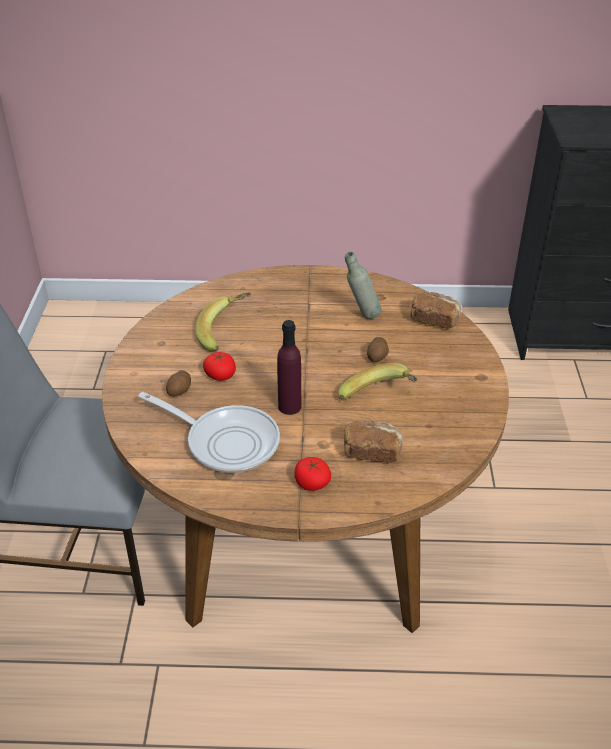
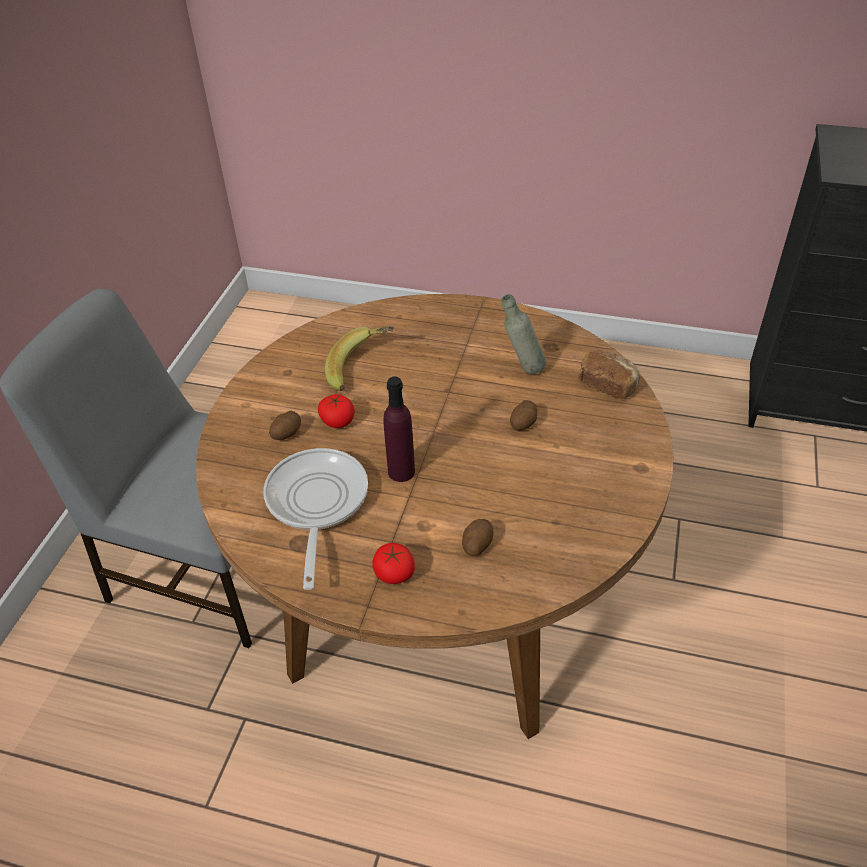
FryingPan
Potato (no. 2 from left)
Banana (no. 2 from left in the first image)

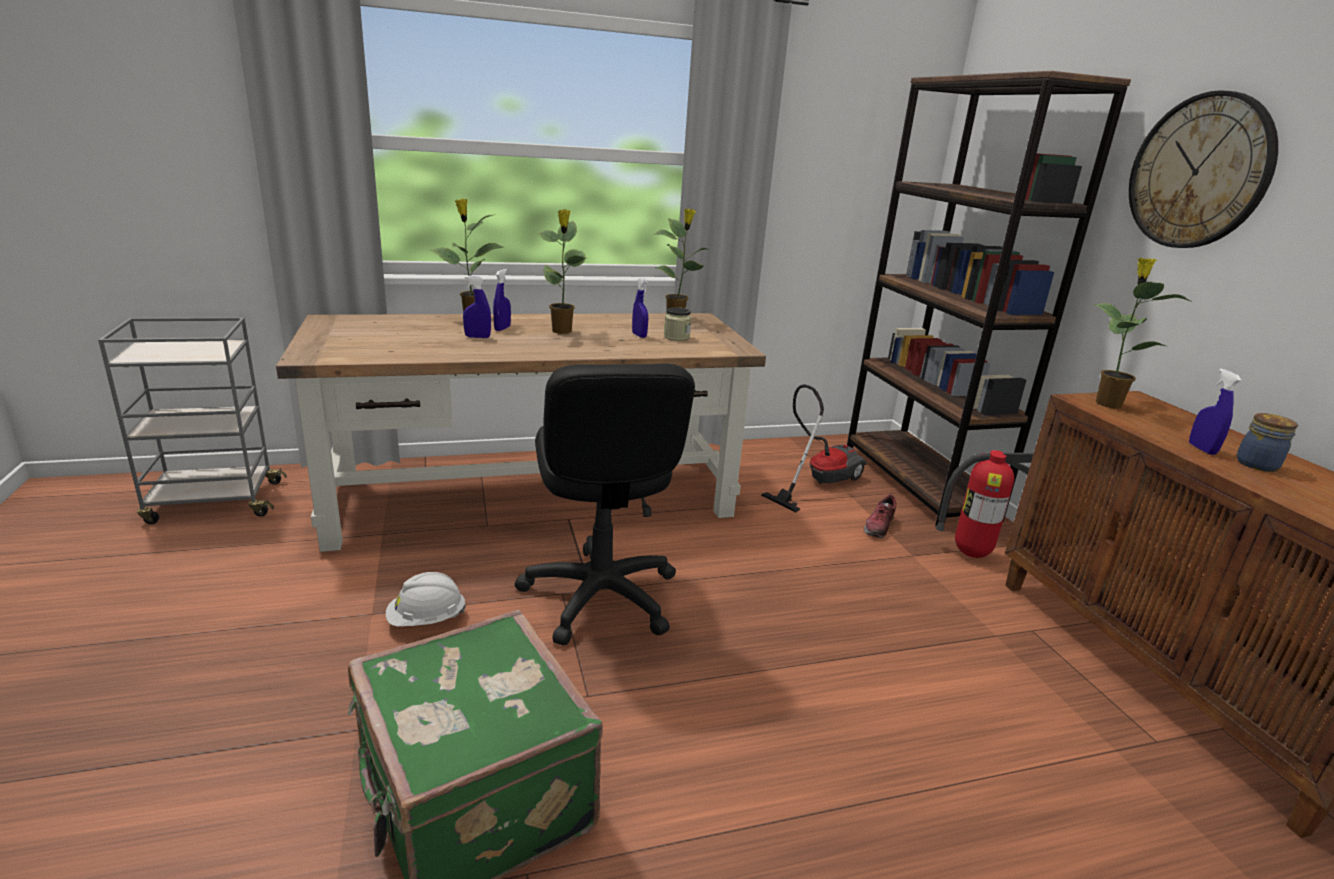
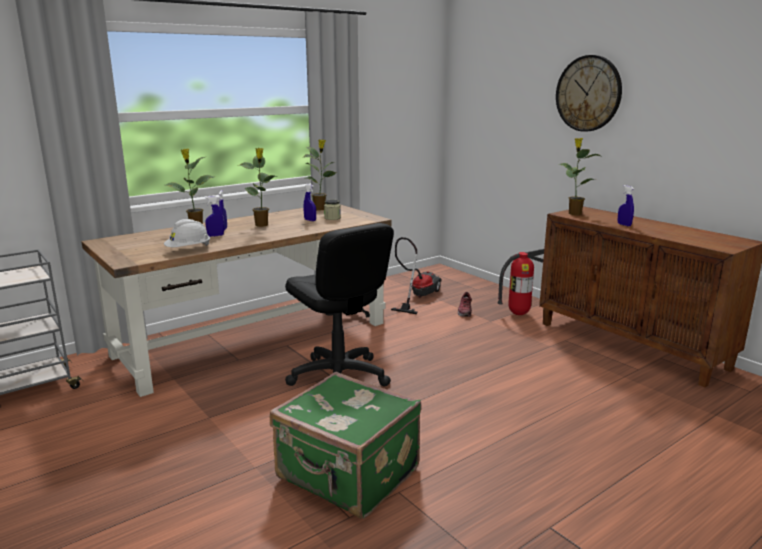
WhiteHardHat
BrownBookcase
Jar (no. 2 from left in the first image)

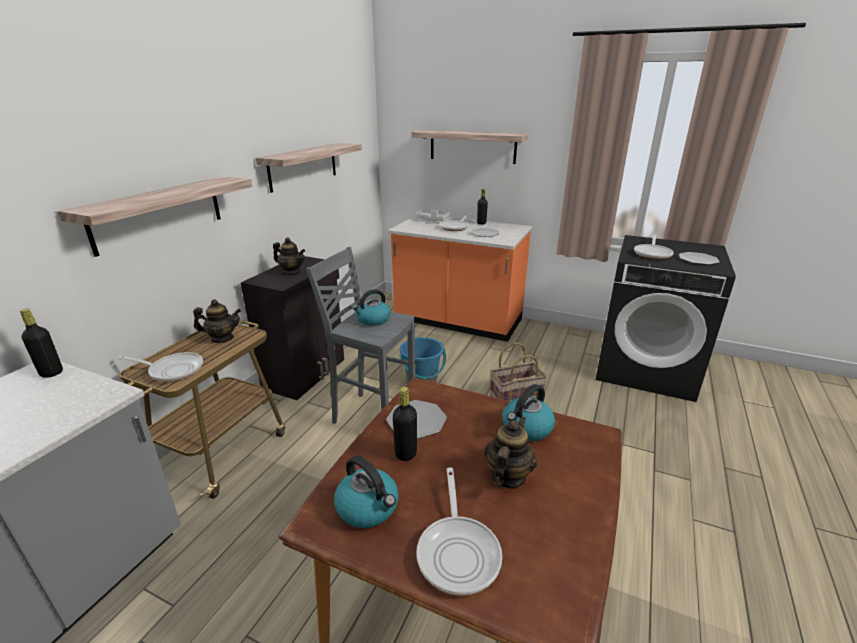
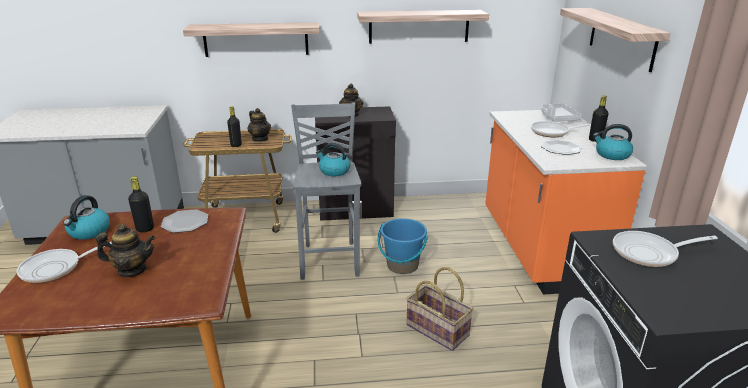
BlackBottle (no. 2 from left)
Kettle (no. 3 from left)
FryingPan (no. 1 from left in the first image)
Plate (no. 3 from left in the first image)

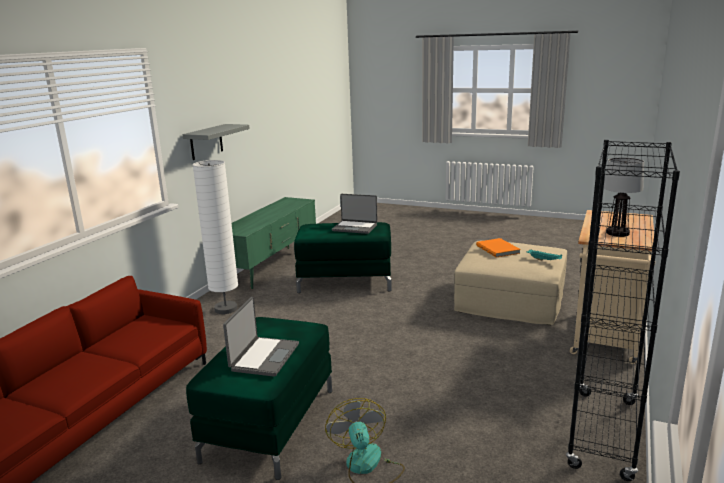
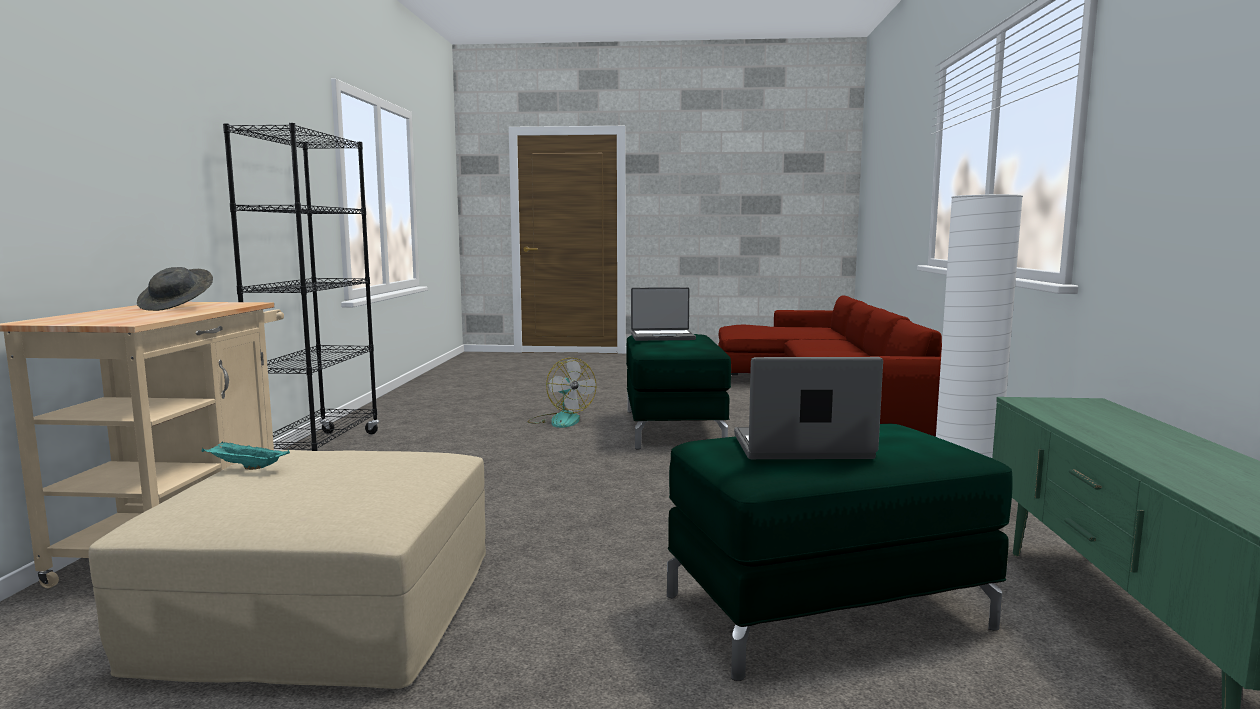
GreyHat
Laptop (no. 1 from left)
GreyShelf
OrangeBook

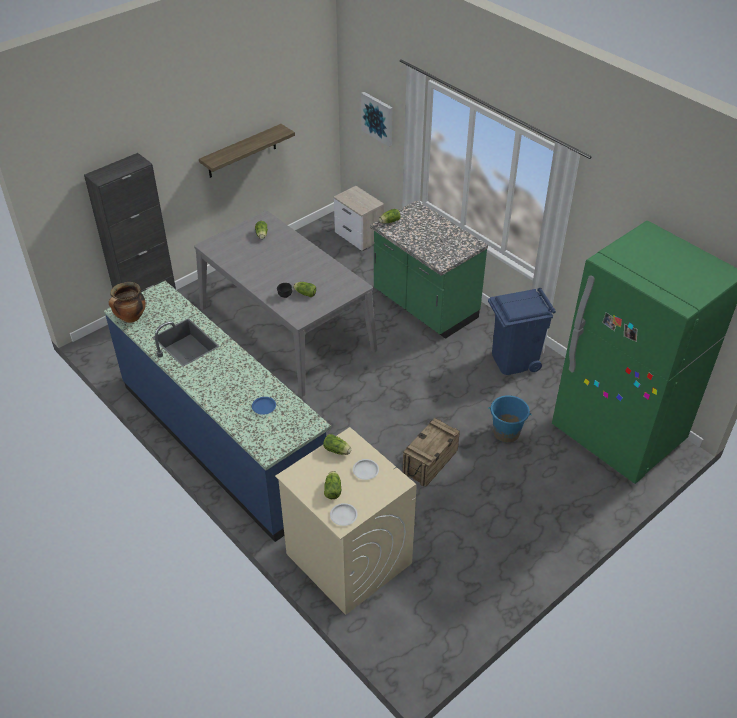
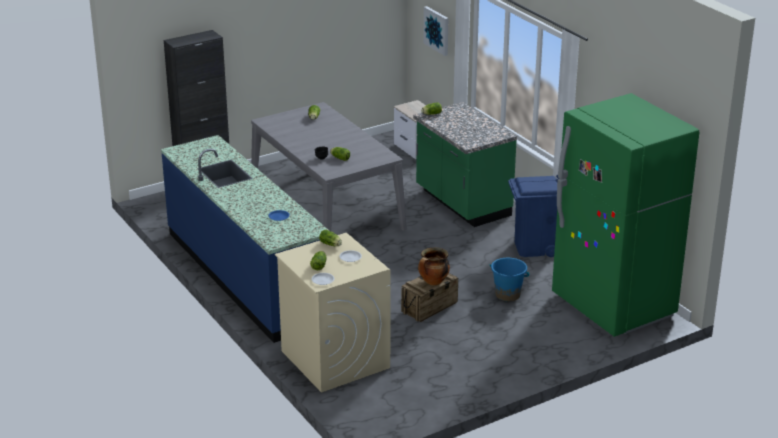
CookingPot
Shelf

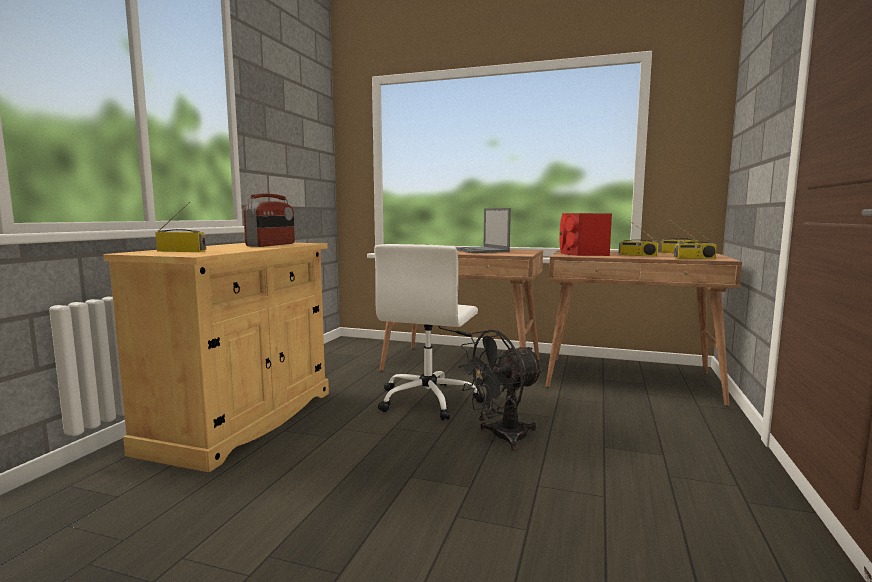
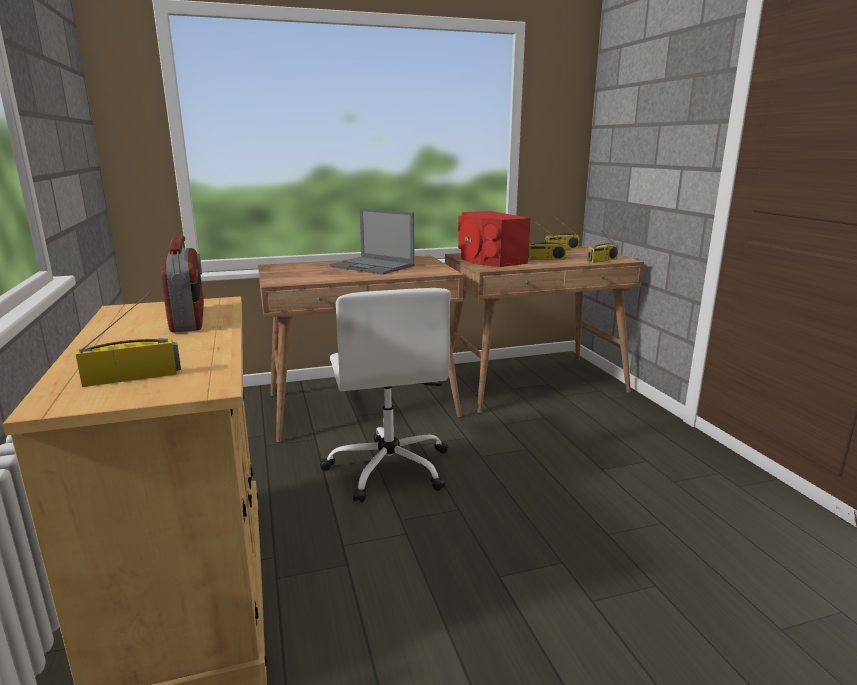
BlackFan

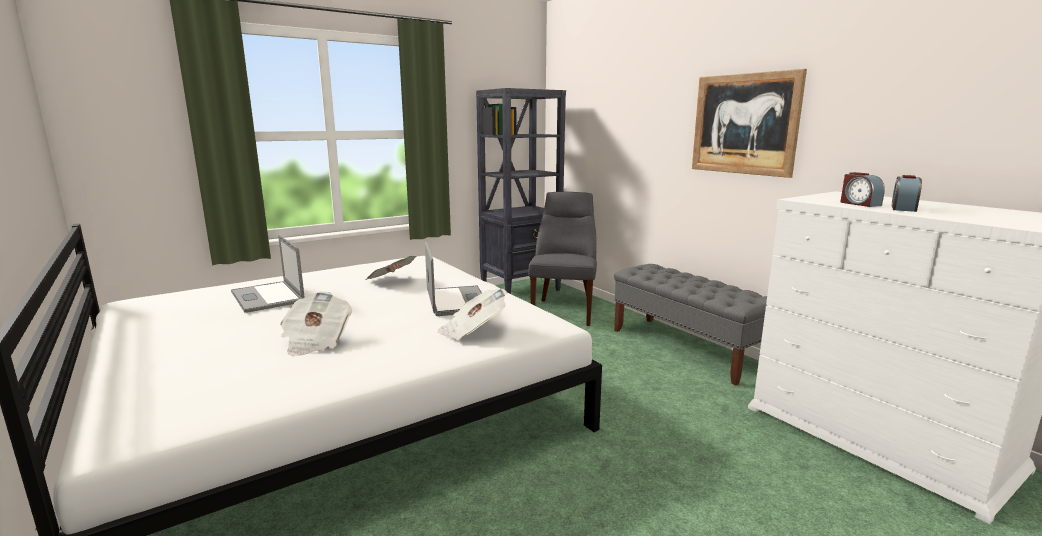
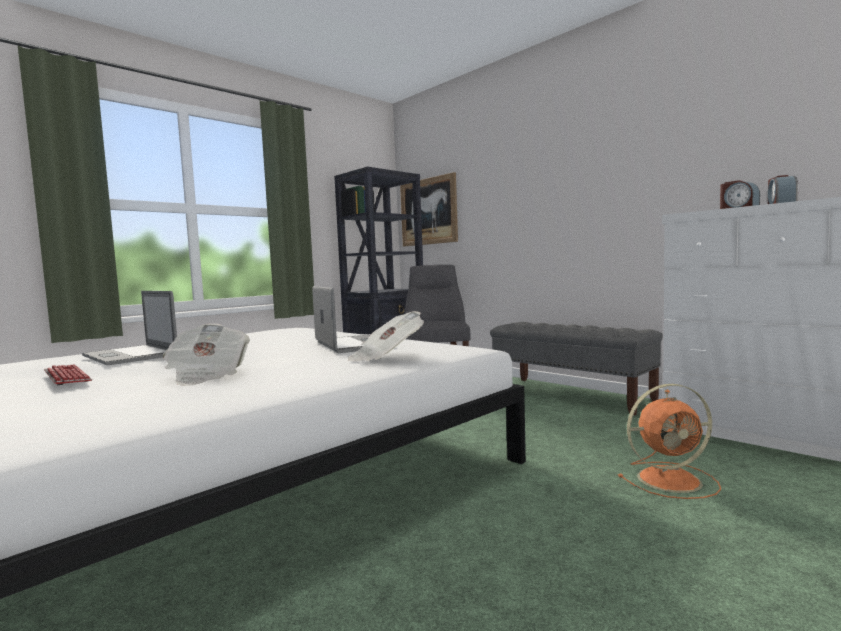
Keyboard
Picture
OrangeFan
Newspaper (no. 2 from left in the first image)

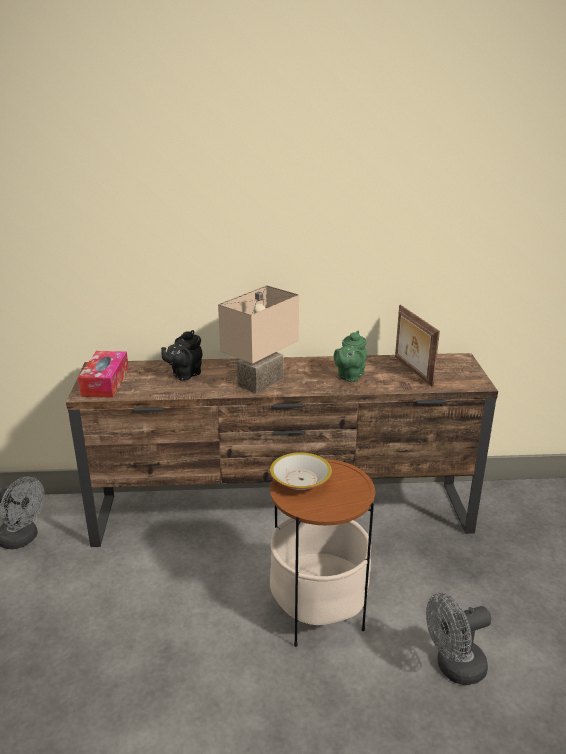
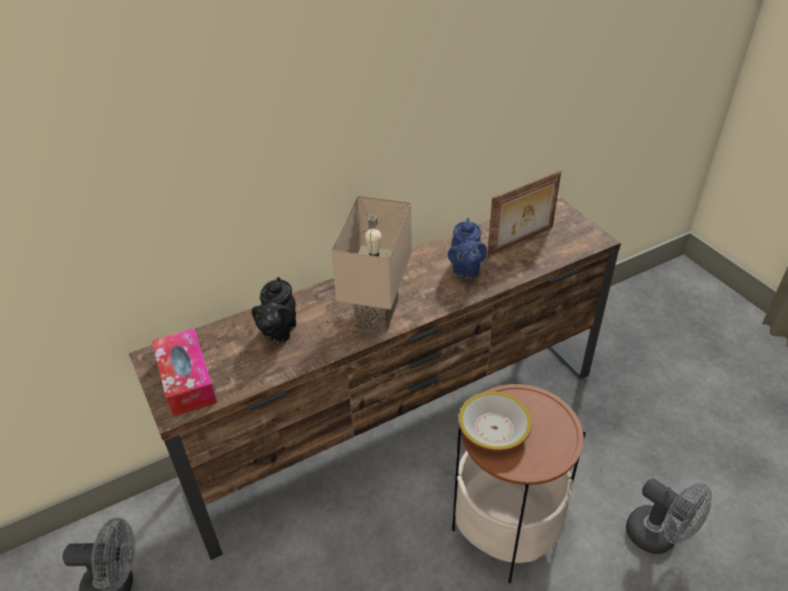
BlueTeapot
PictureFrame
GreyFan (no. 2 from left)

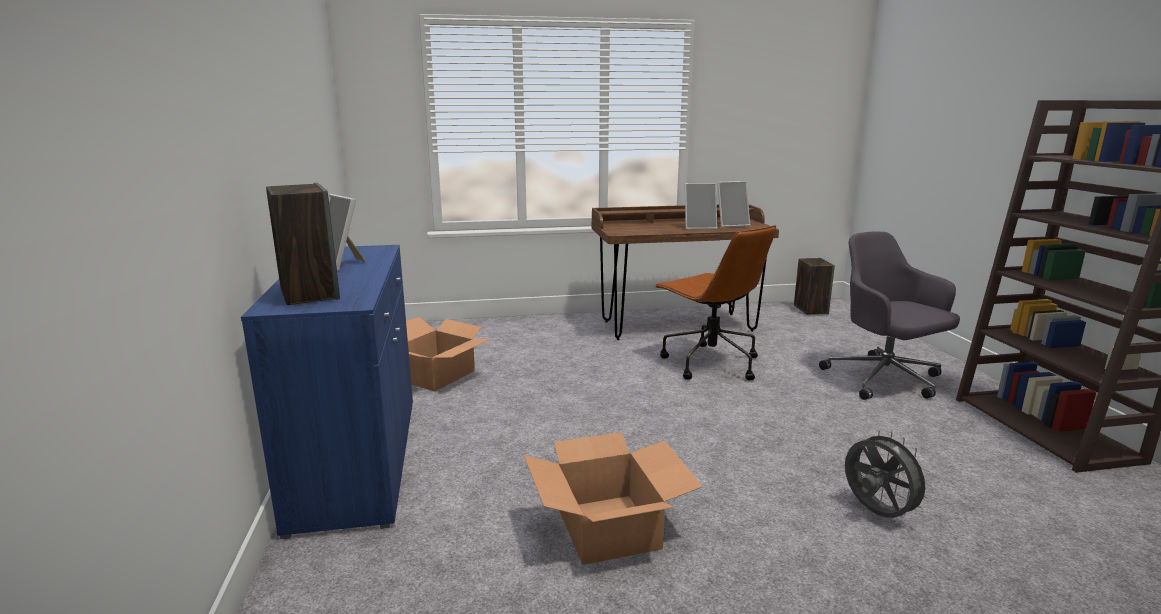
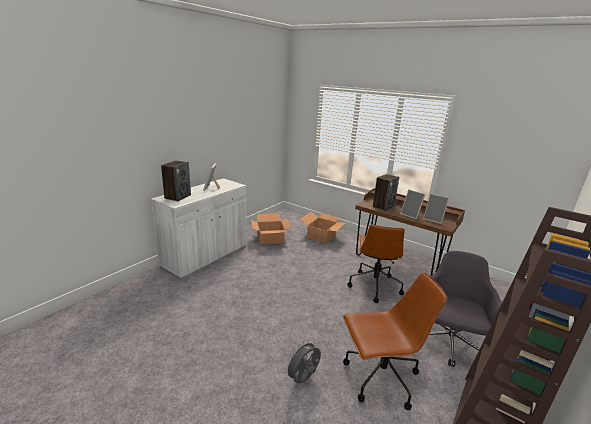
WhiteCabinet
GreyFan
CardboardBox (no. 2 from left)
BrownOfficeChair (no. 2 from left)
Speaker (no. 2 from left)

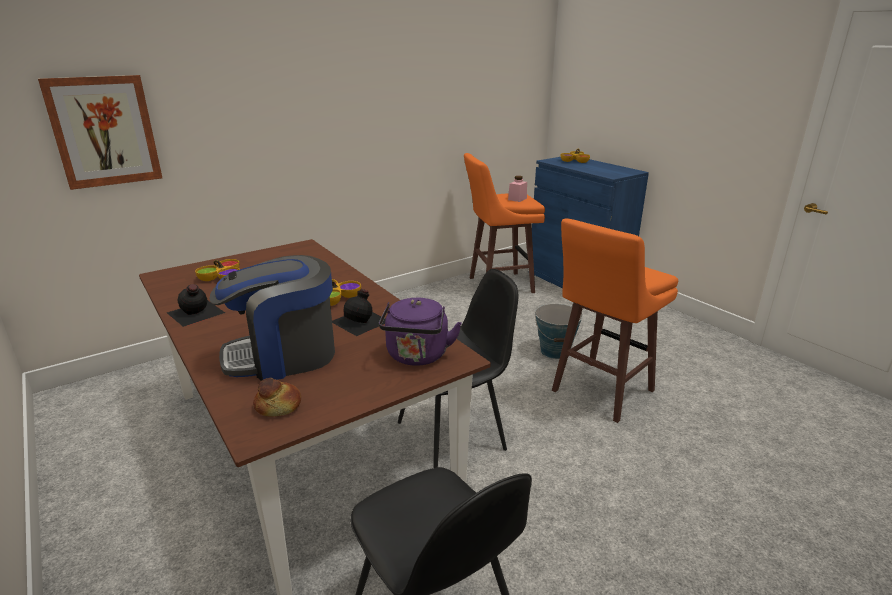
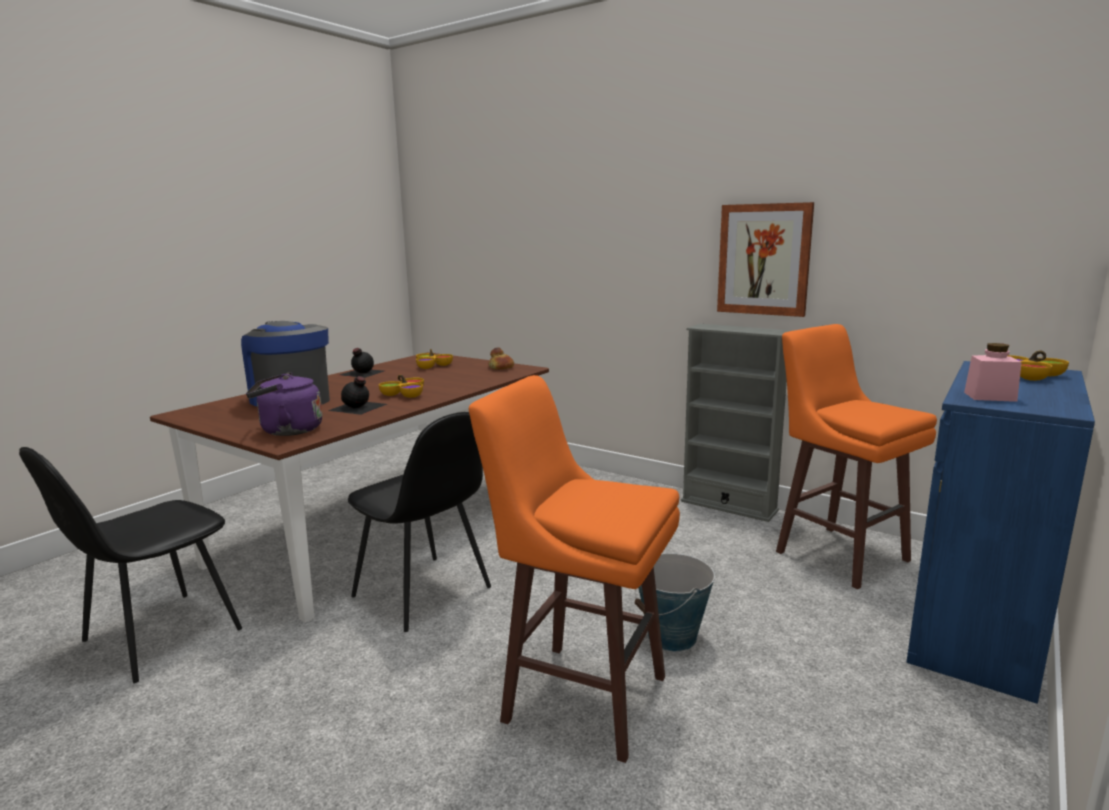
Bread
GreyBookcase
Picture
PinkJar

